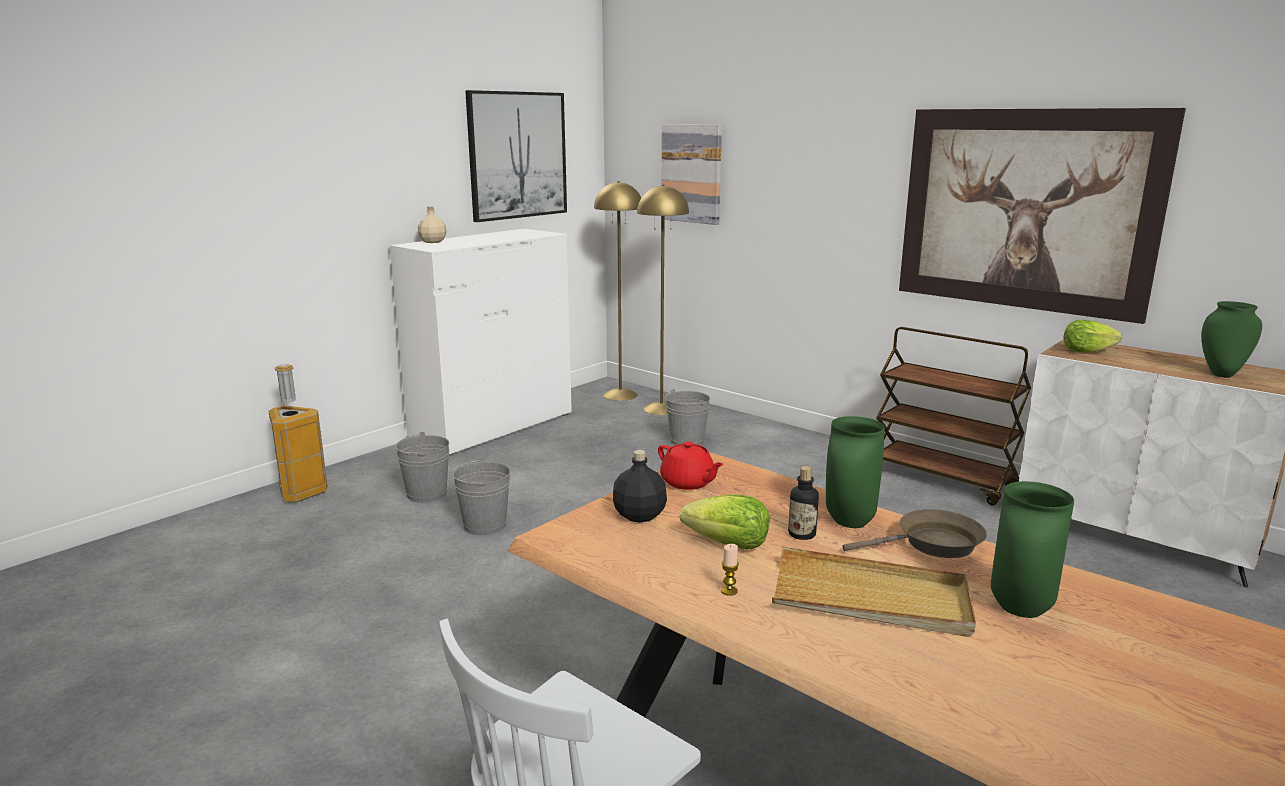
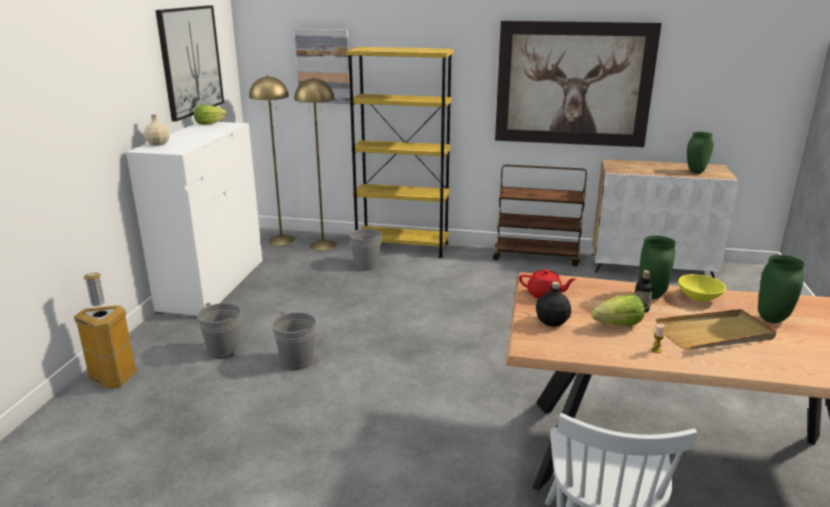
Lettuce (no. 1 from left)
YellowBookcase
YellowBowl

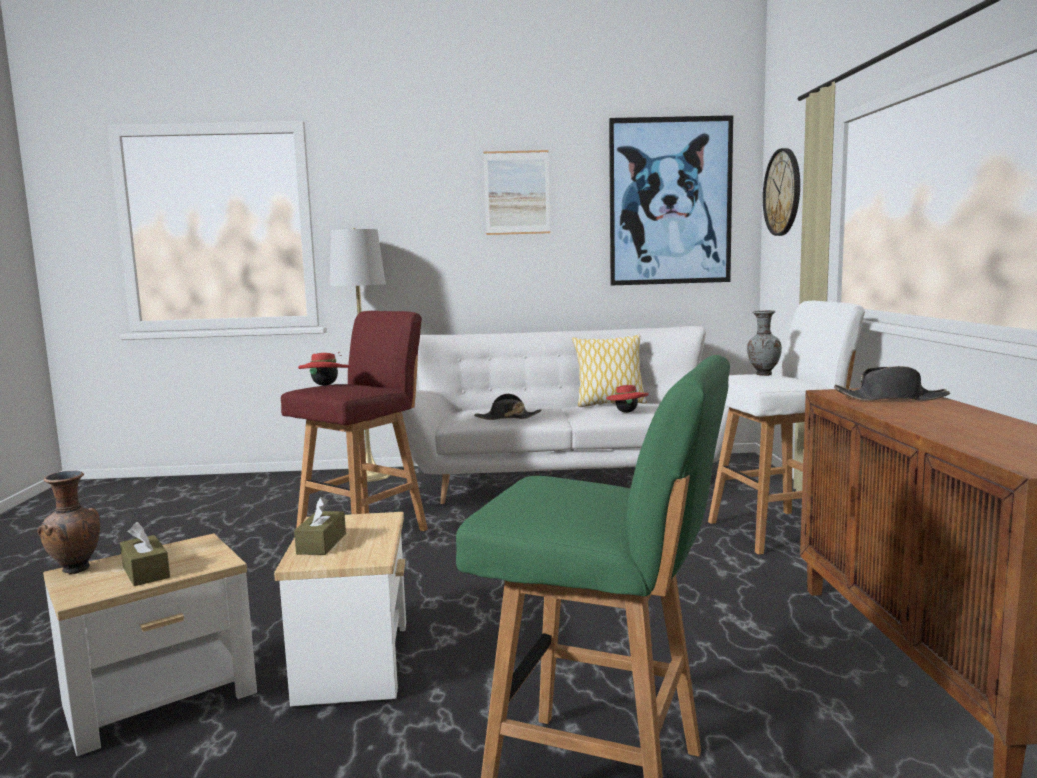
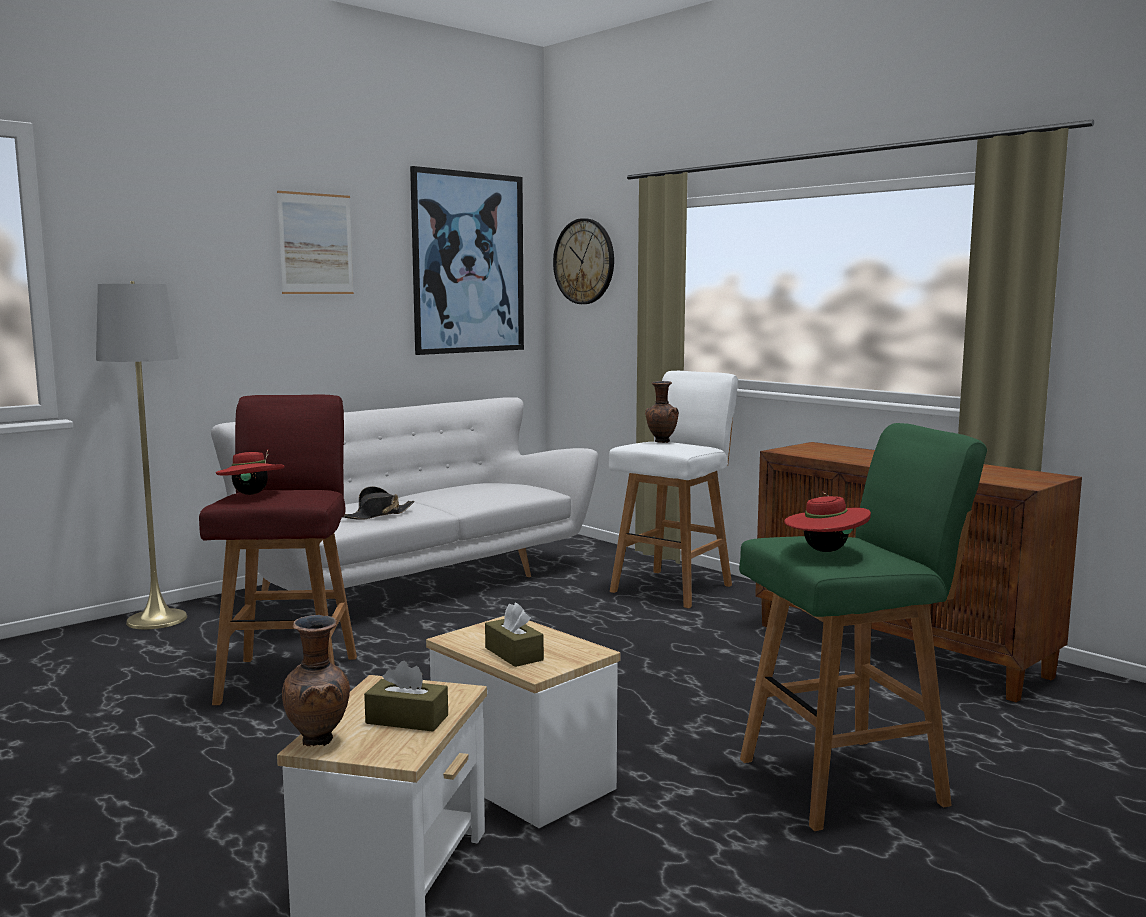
BrownVase (no. 2 from left)
RedHat (no. 2 from left)
Pillow
BlackHat (no. 2 from left in the first image)

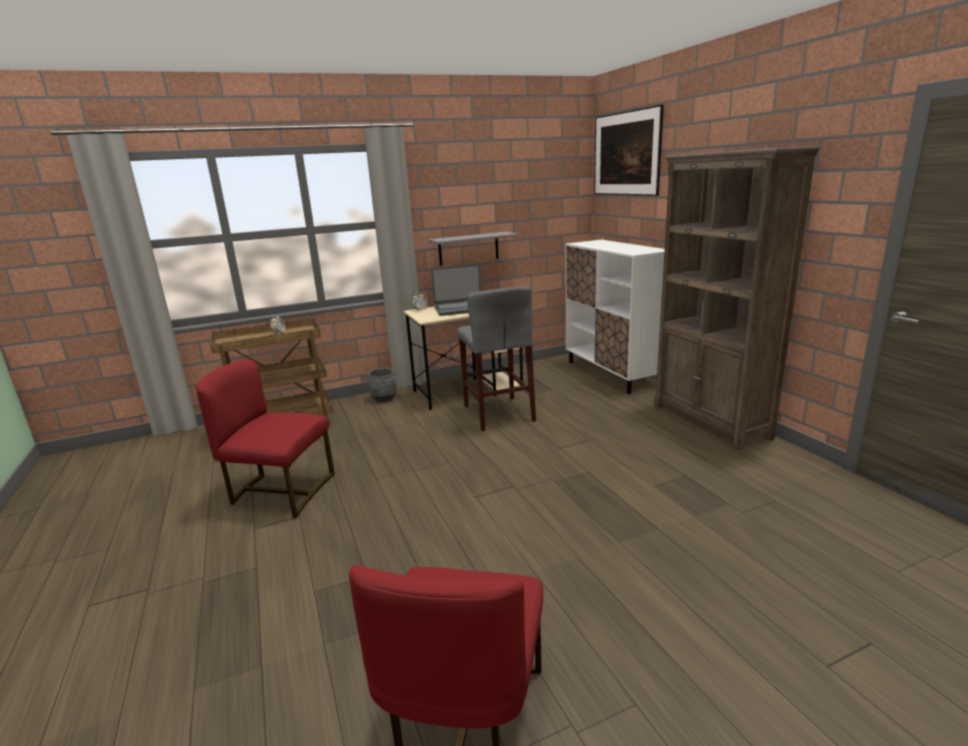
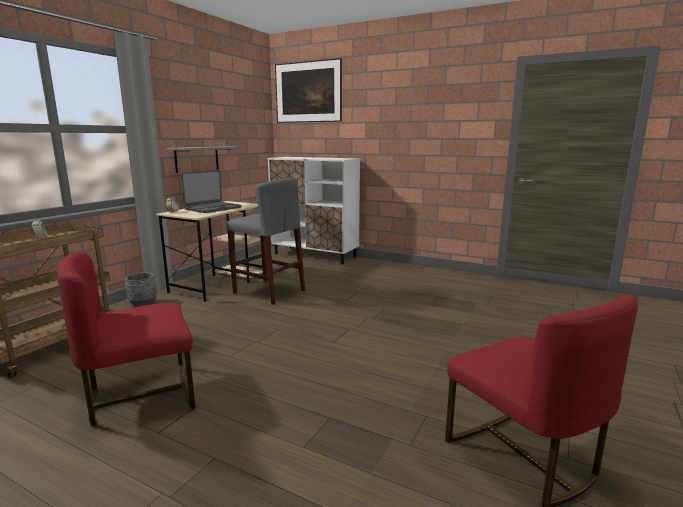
BrownBookcase

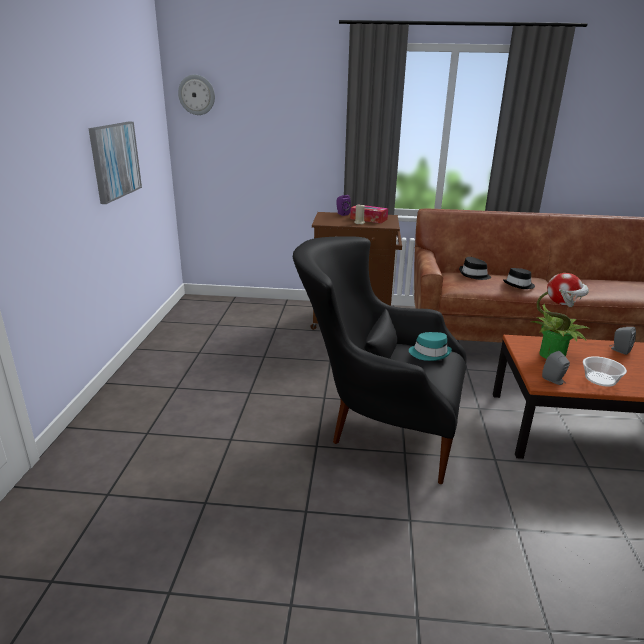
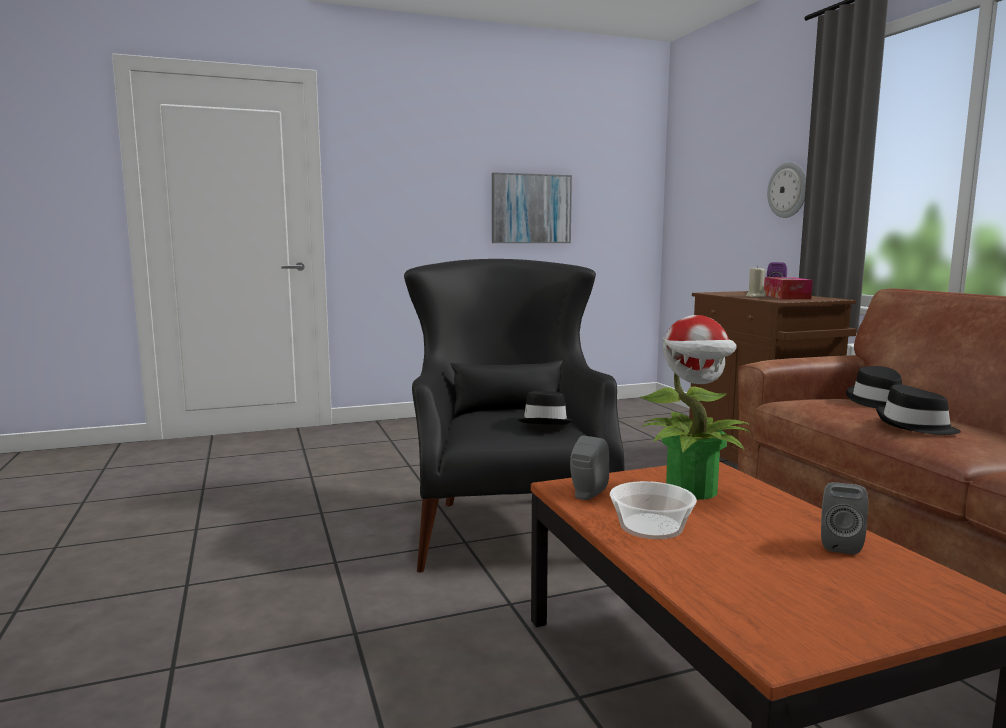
BlackHat (no. 1 from left)
WallClock

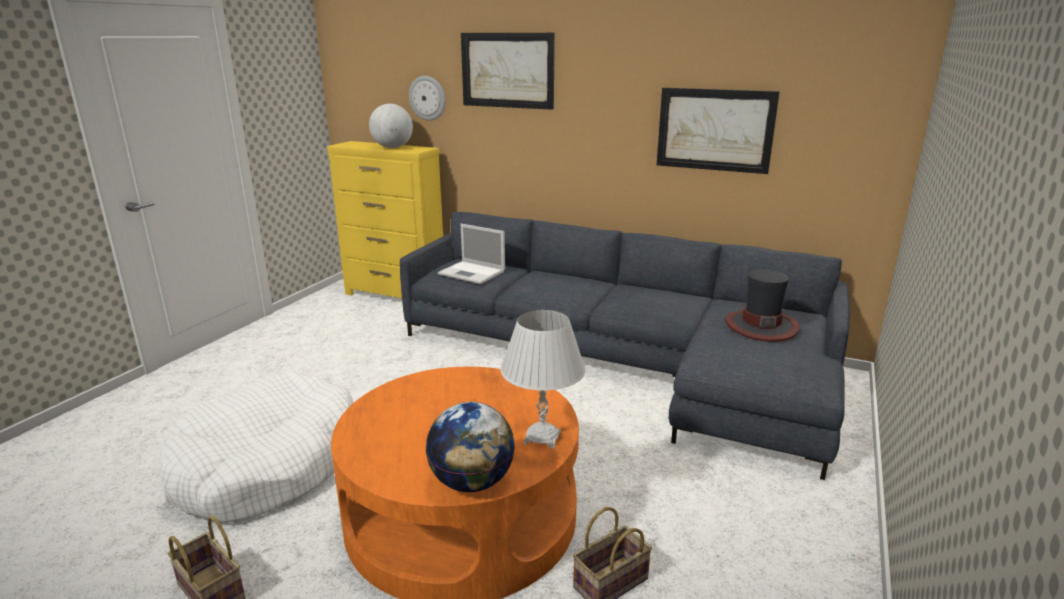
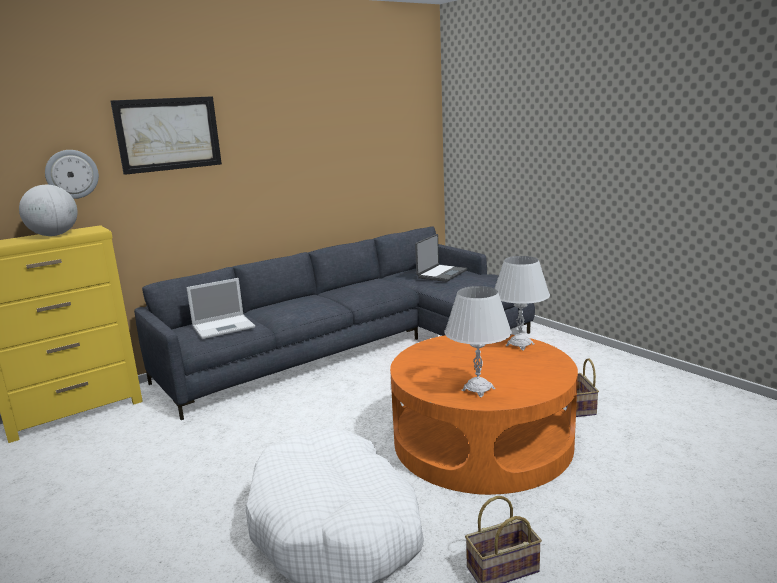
Laptop (no. 2 from left)
WhiteTableLamp (no. 1 from left)
Globe (no. 2 from left in the first image)
Picture (no. 2 from left in the first image)

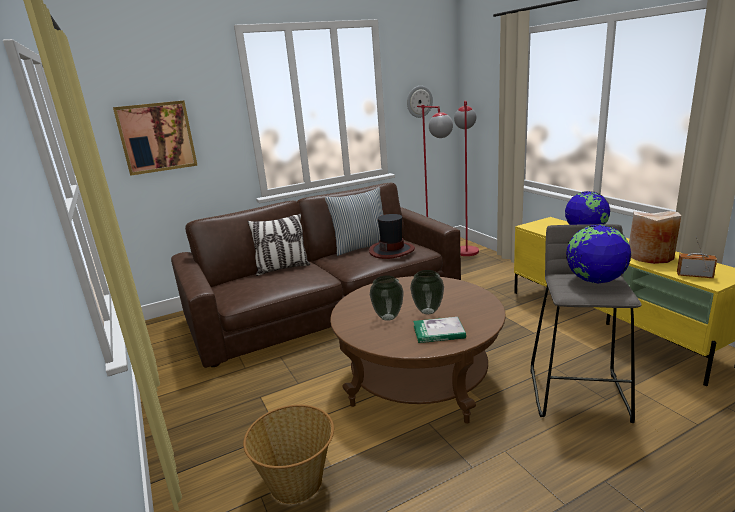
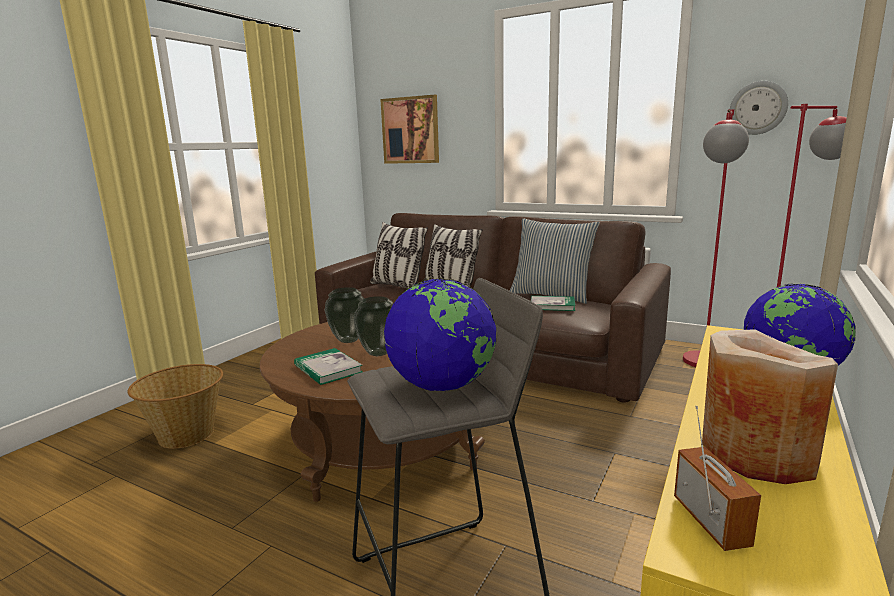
Pillow (no. 1 from left)
Book (no. 2 from left)

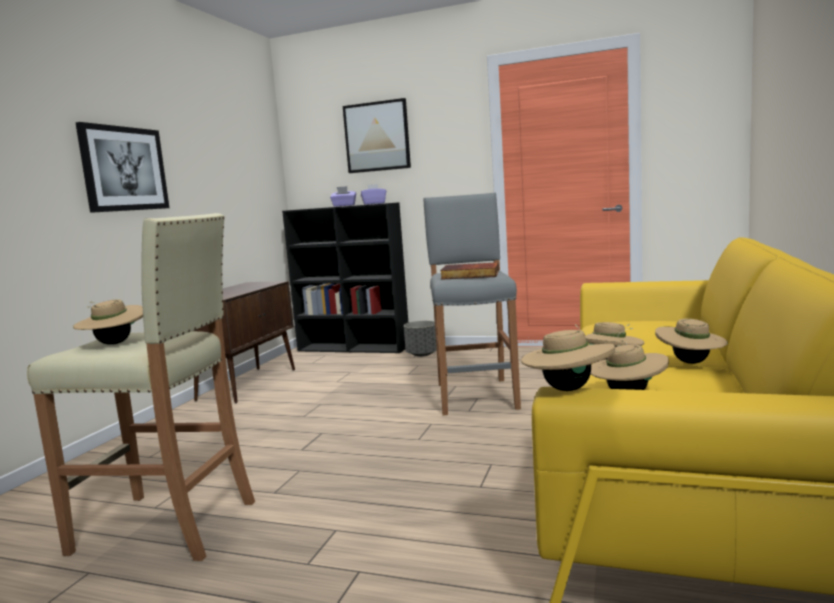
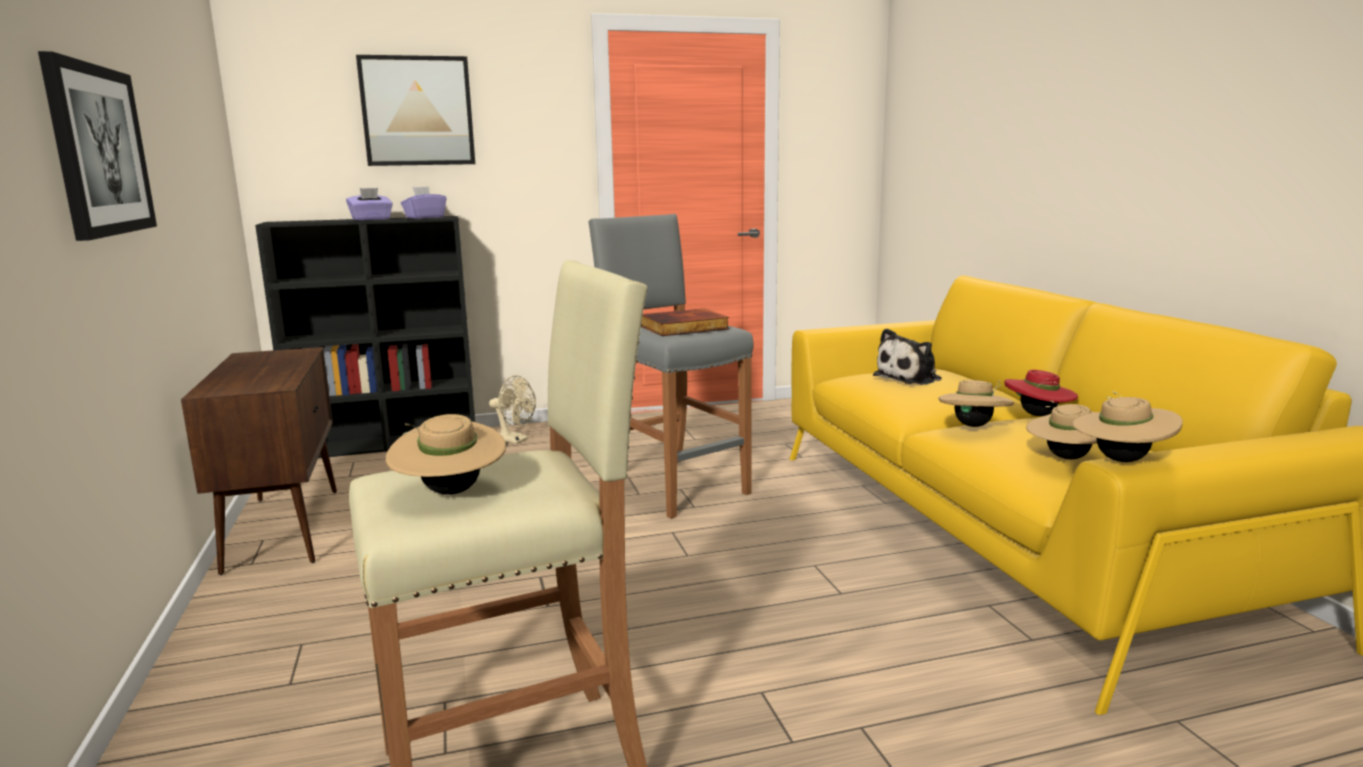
BeigeFan
PlushToy
RedHat

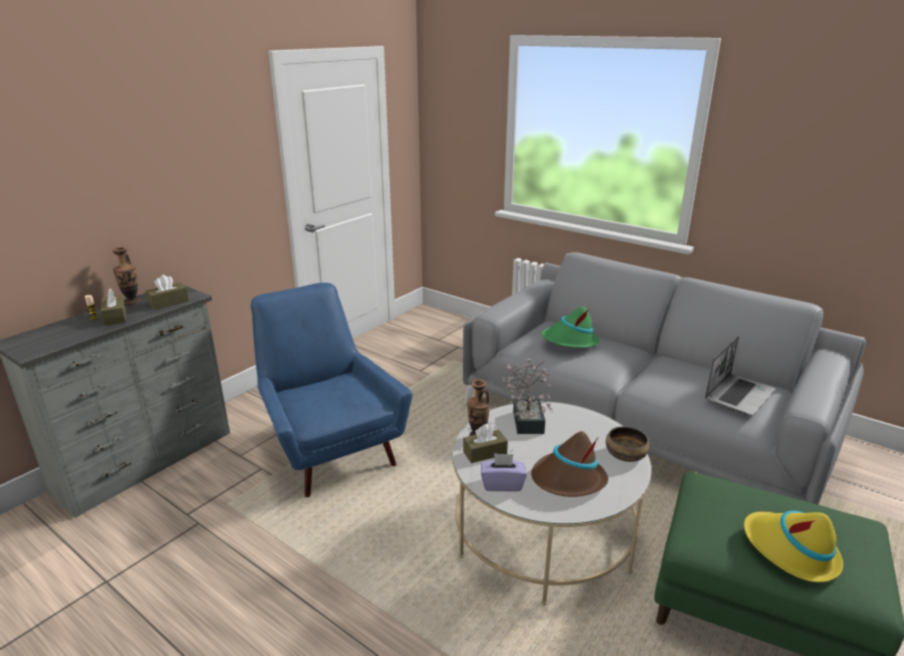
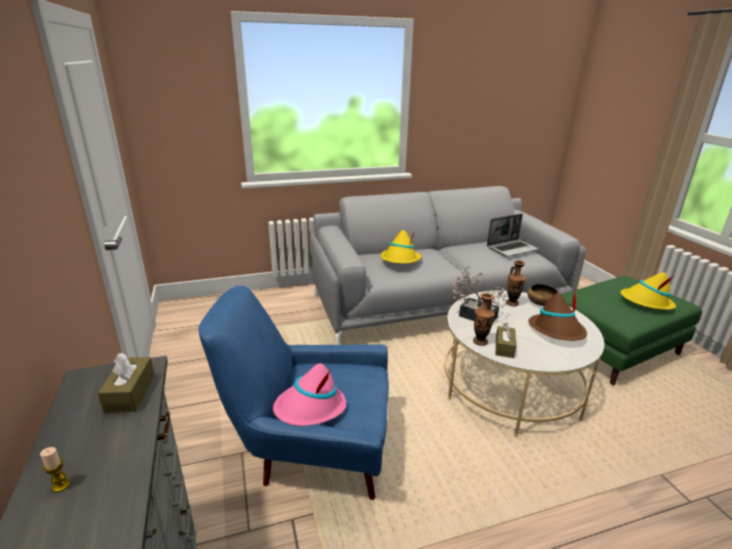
PinkHat
YellowHat (no. 1 from left)
Laptop
Vase (no. 2 from left)
BrownTissueBox (no. 1 from left in the first image)
PurpleTissueBox

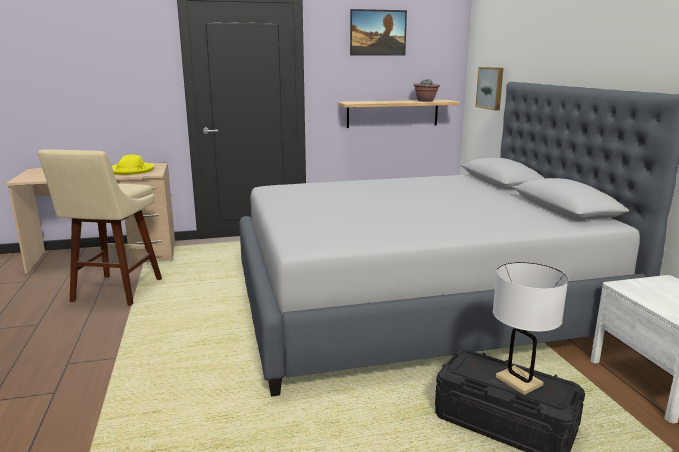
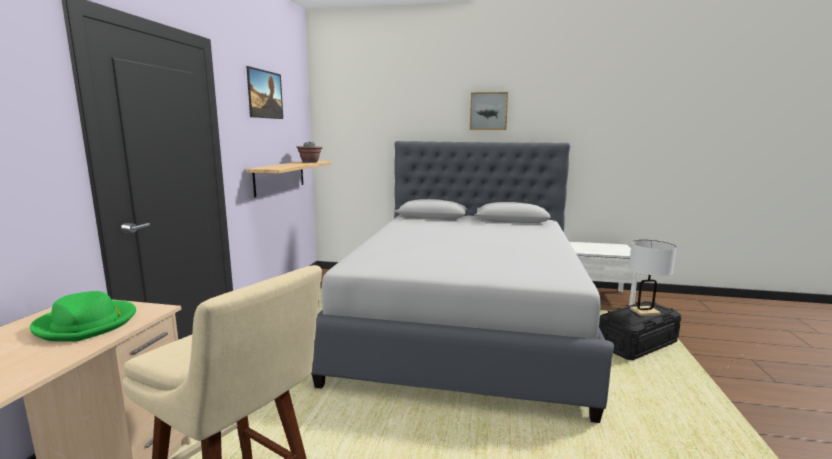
GreenHat
Picture (no. 2 from left)

